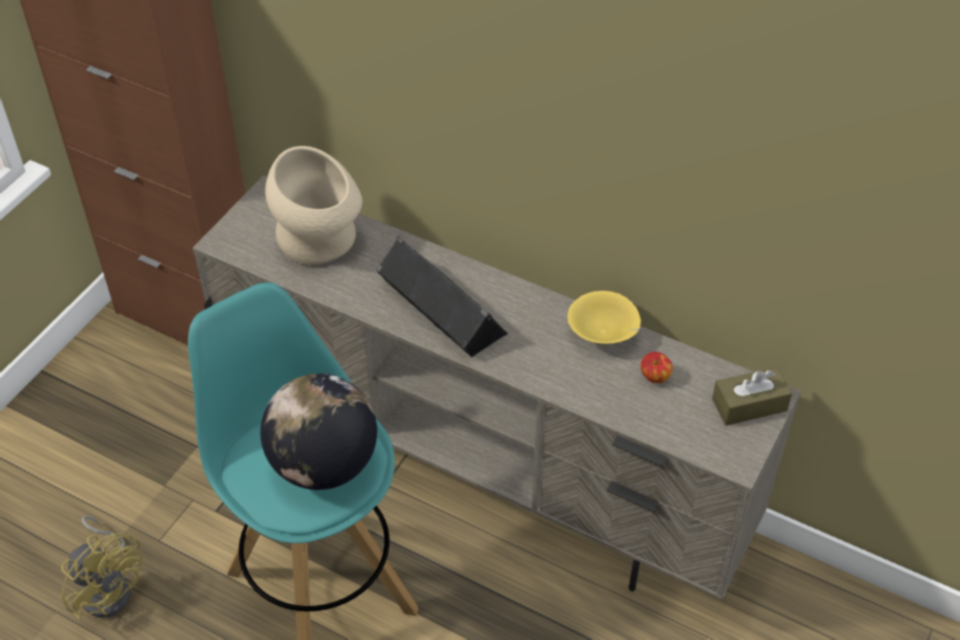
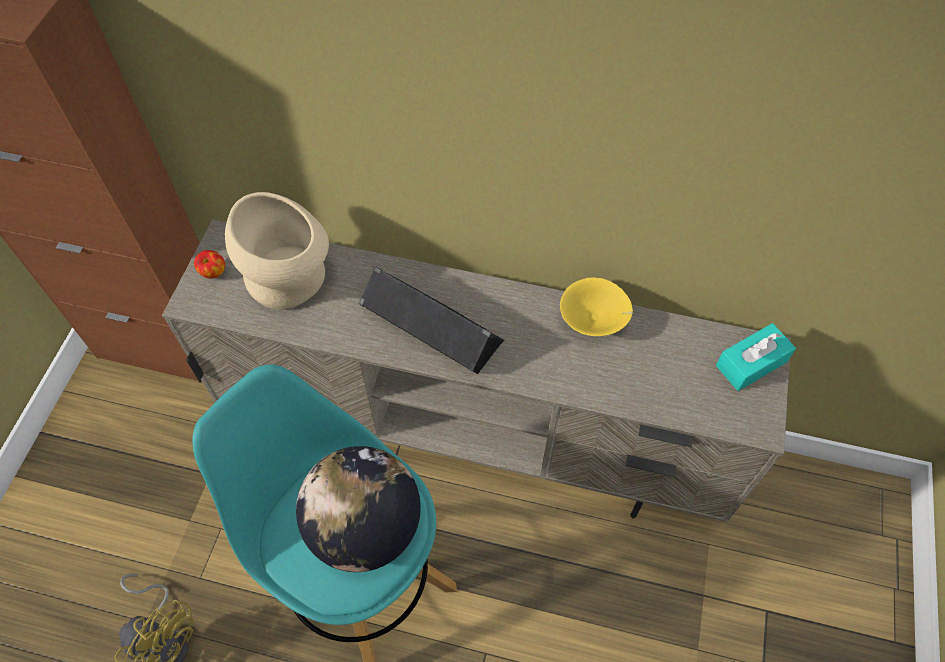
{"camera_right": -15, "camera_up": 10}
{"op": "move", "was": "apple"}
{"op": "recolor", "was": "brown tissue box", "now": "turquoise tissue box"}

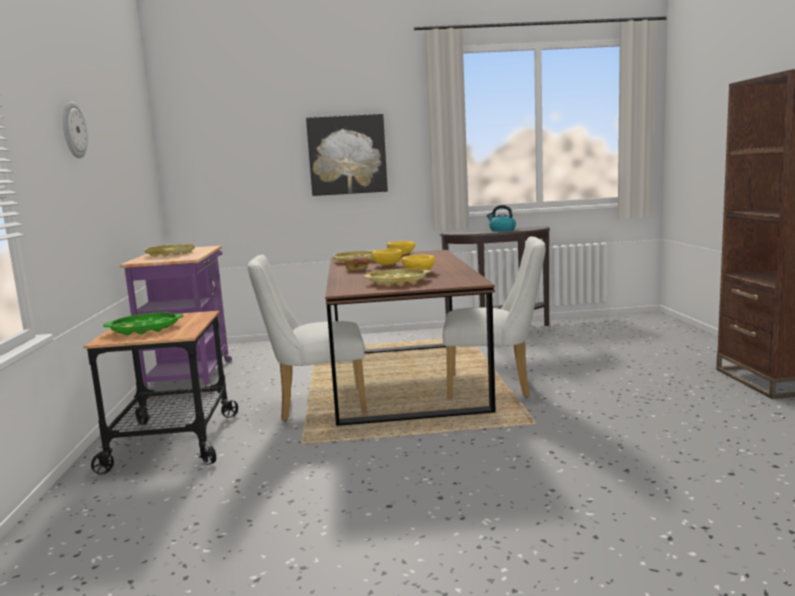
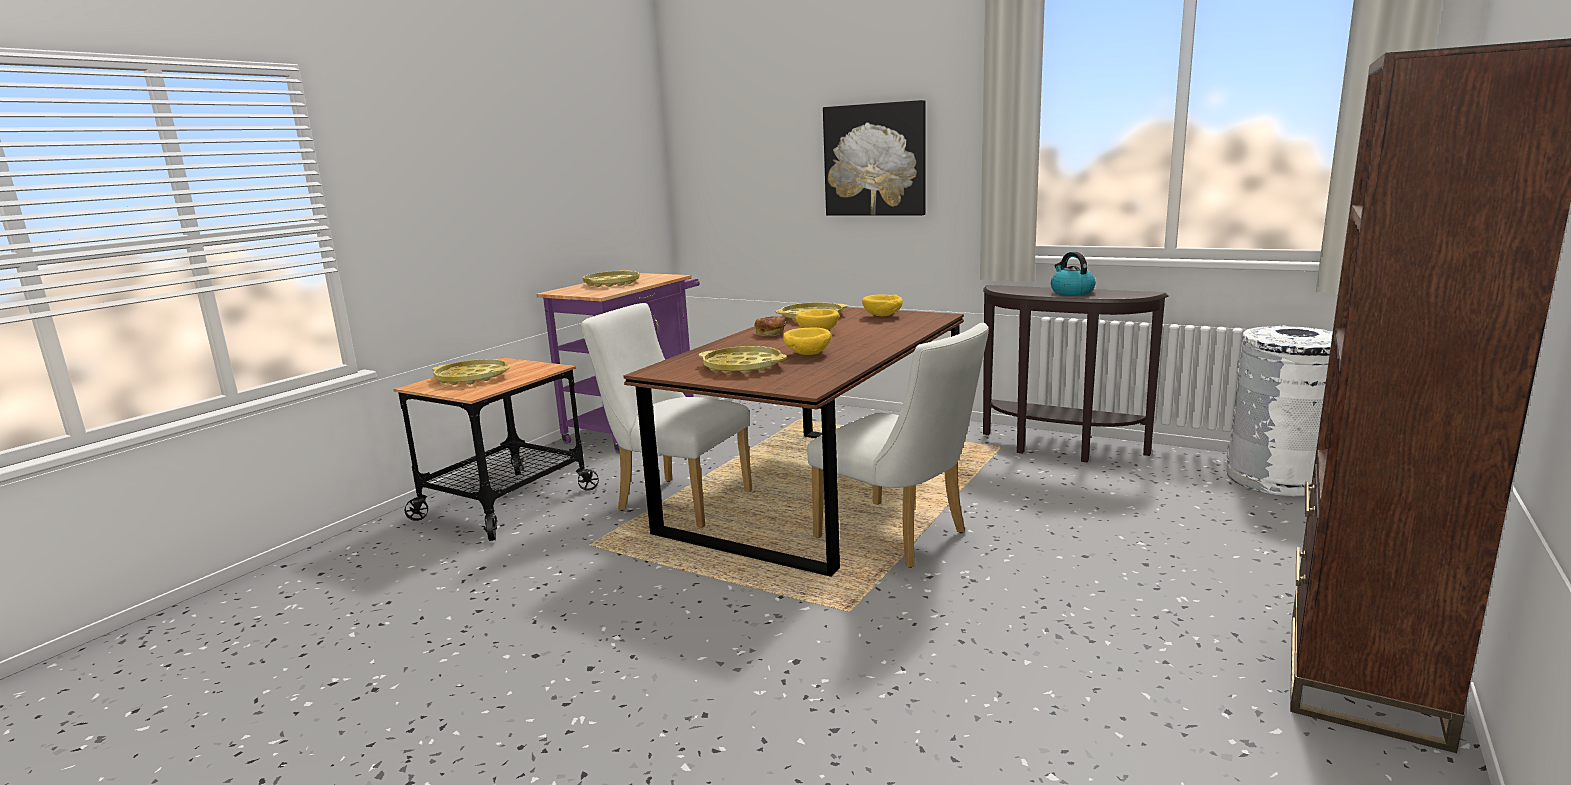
{"camera_right": 35, "camera_up": 5}
{"op": "delete", "was": "wall clock"}
{"op": "recolor", "was": "green tray", "now": "yellow tray (1st from left)"}
{"op": "insert", "now": "white trash can"}

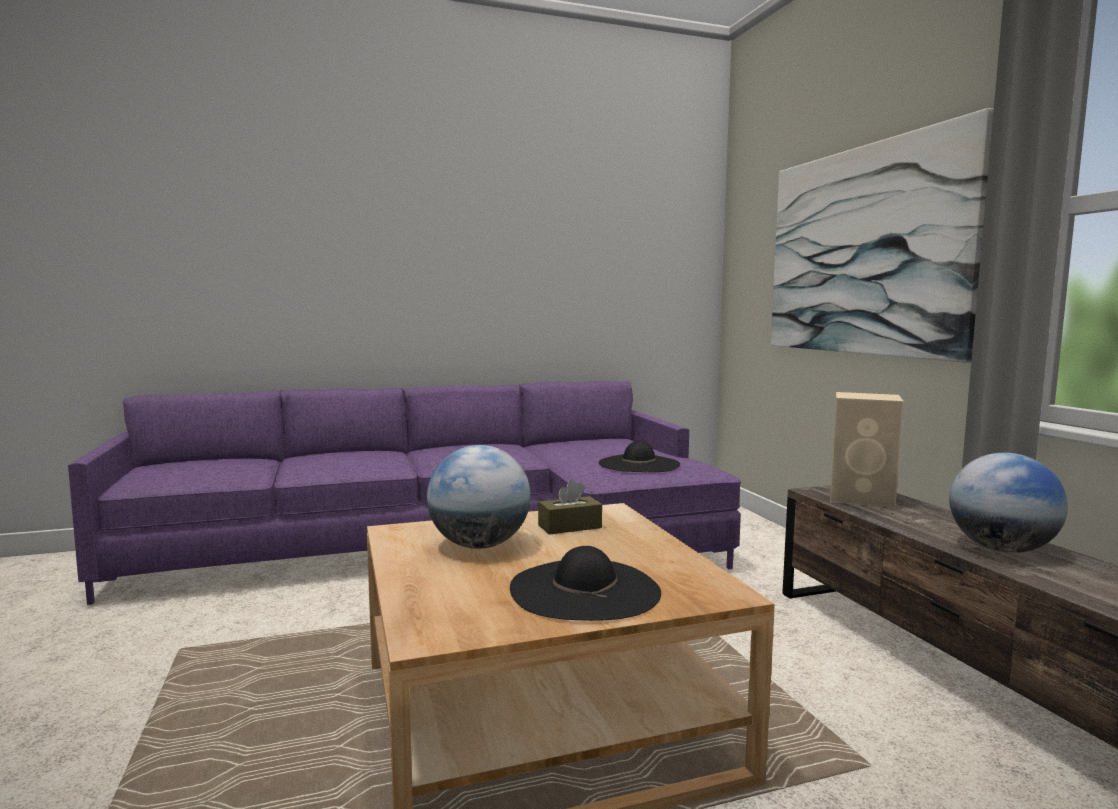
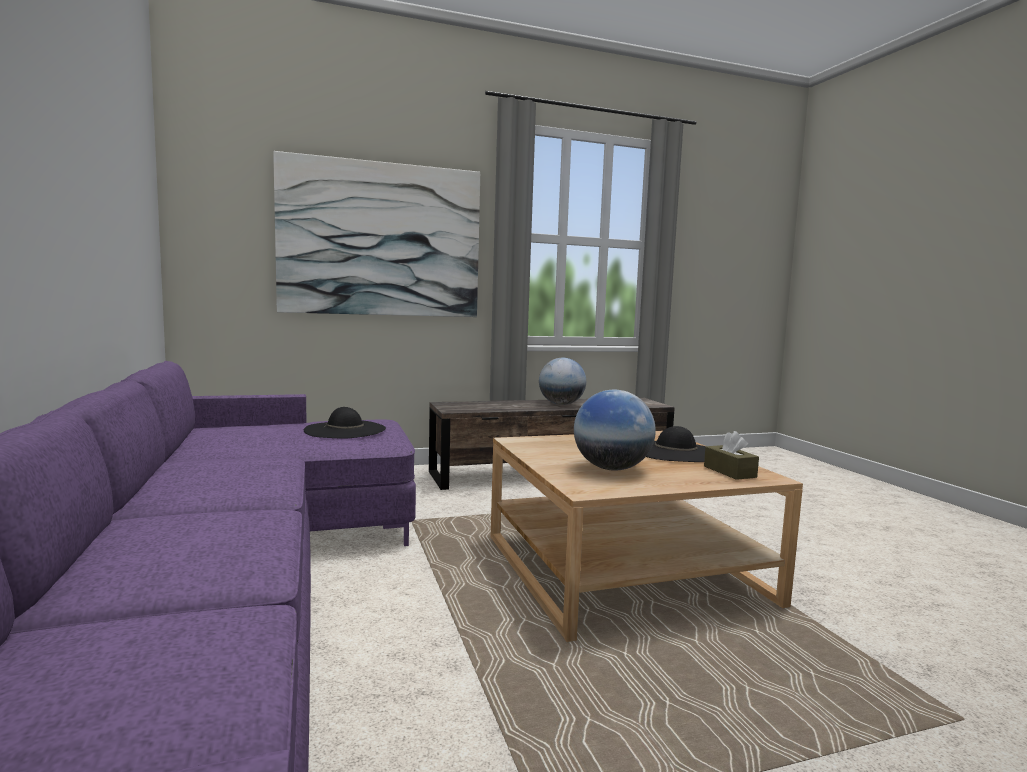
{"camera_right": -90, "camera_up": 0}
{"op": "move", "was": "brown tissue box"}
{"op": "delete", "was": "beige speaker"}

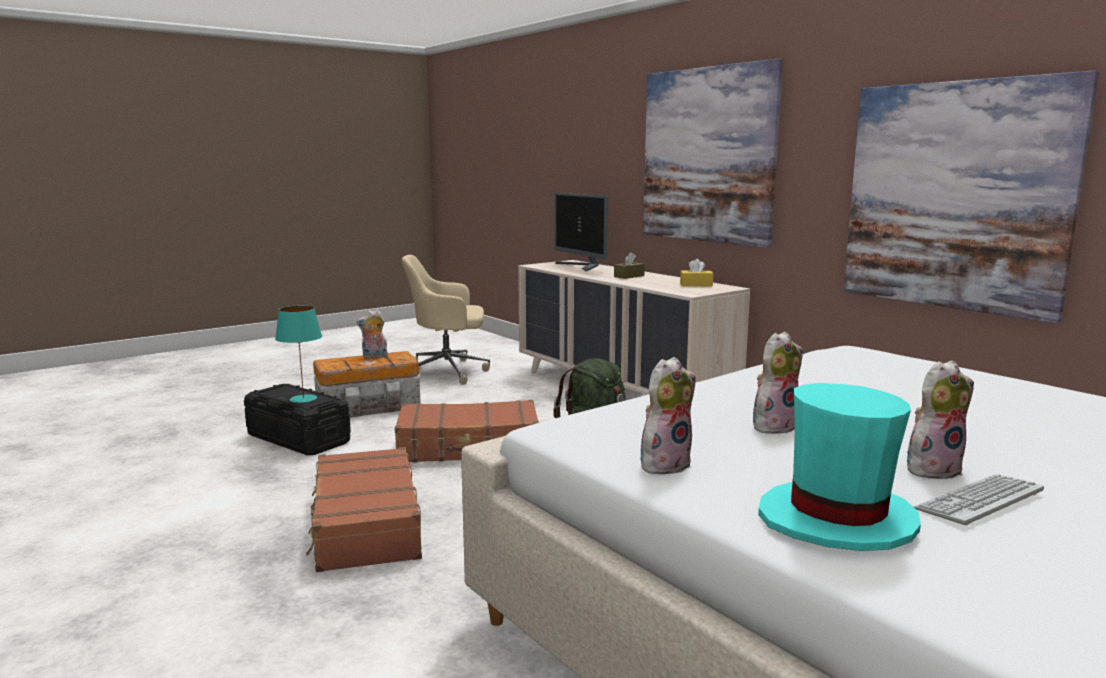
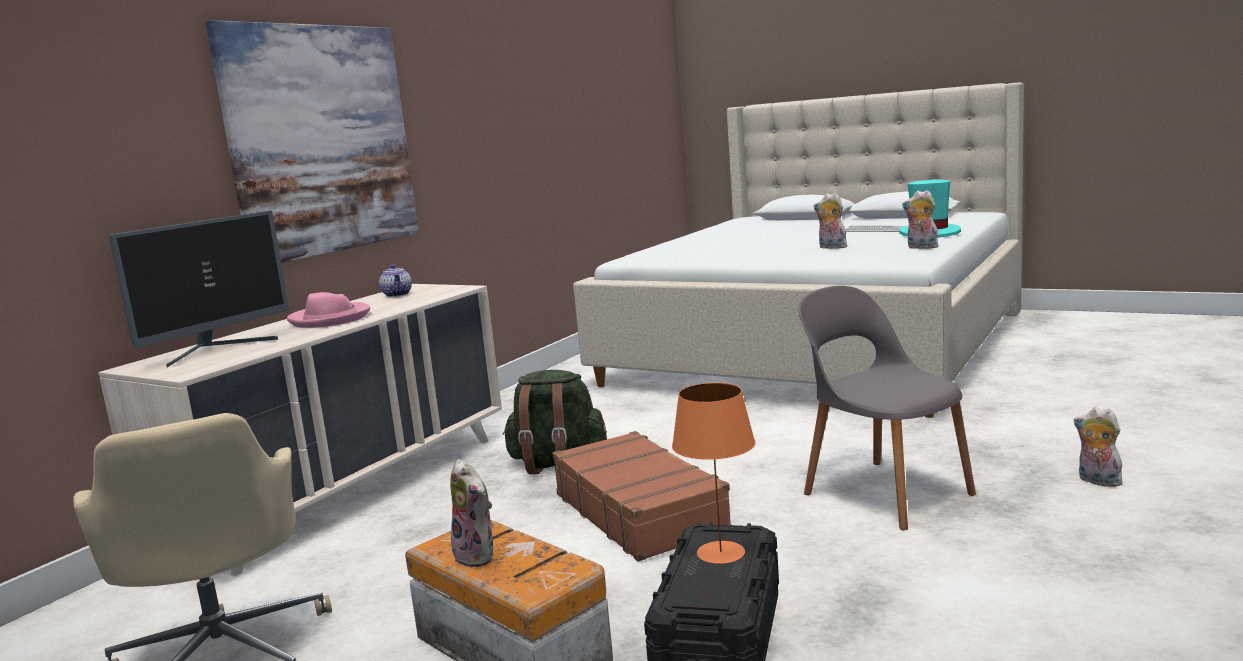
{"camera_right": -110, "camera_up": 0}
{"op": "recolor", "was": "turquoise table lamp", "now": "orange table lamp"}
{"op": "replace", "was": "brown suitcase (1st from left)", "now": "grey chair"}
{"op": "replace", "was": "brown tissue box", "now": "pink hat"}
{"op": "replace", "was": "yellow tissue box", "now": "teapot"}
{"op": "delete", "was": "picture (2nd from left)"}
{"op": "move", "was": "plush toy (4th from left)"}

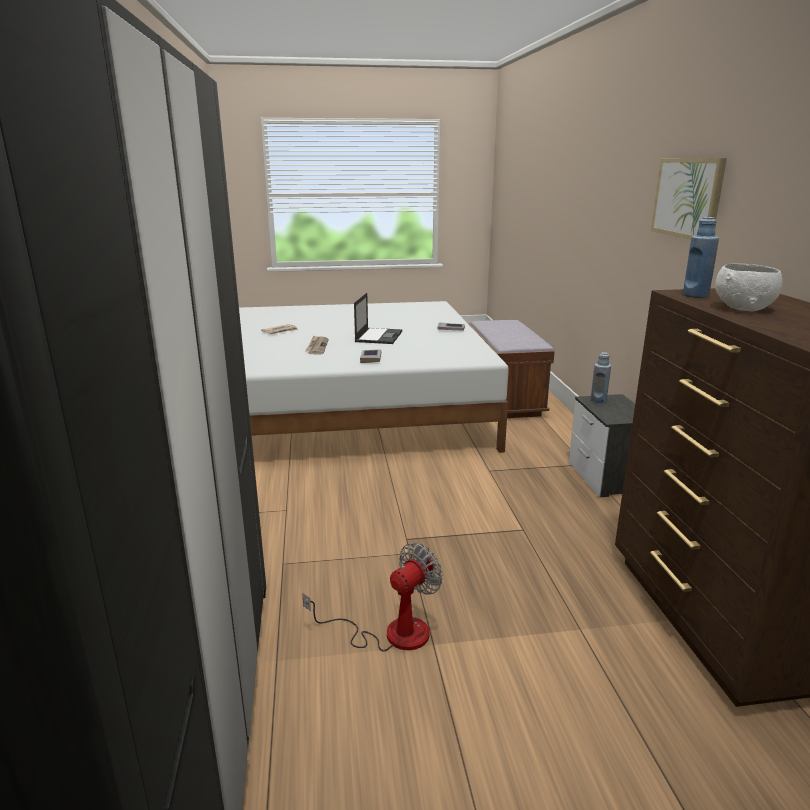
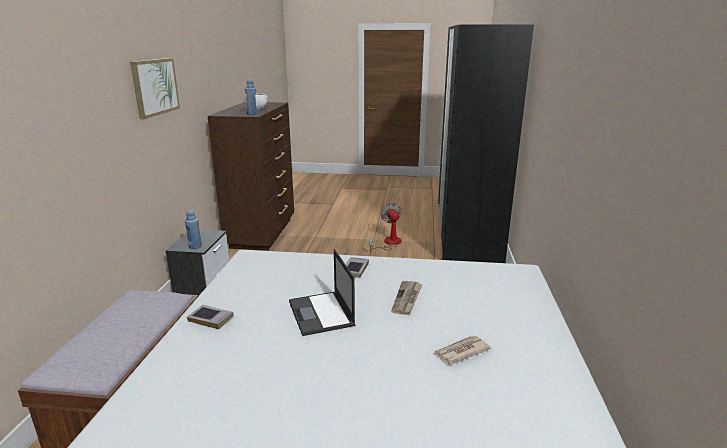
{"camera_right": -165, "camera_up": 0}
{"op": "rotate", "was": "fan", "clockwise": 105}
{"op": "rotate", "was": "laptop", "clockwise": -45}

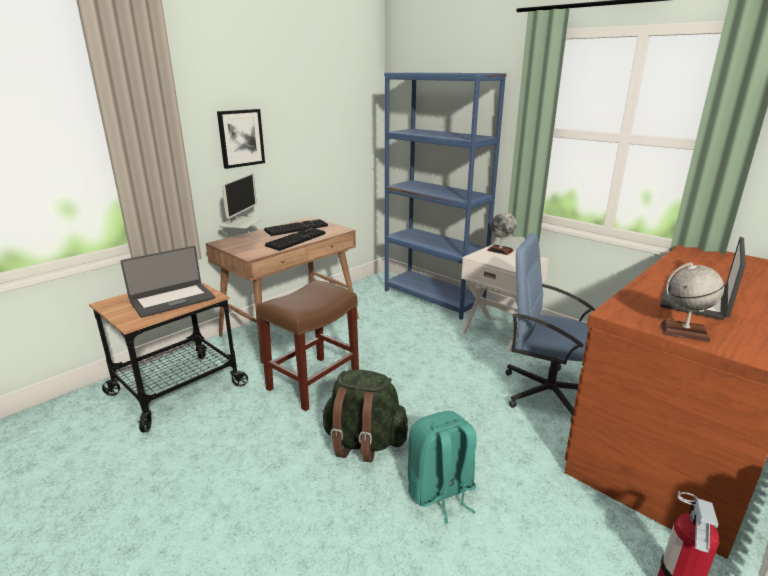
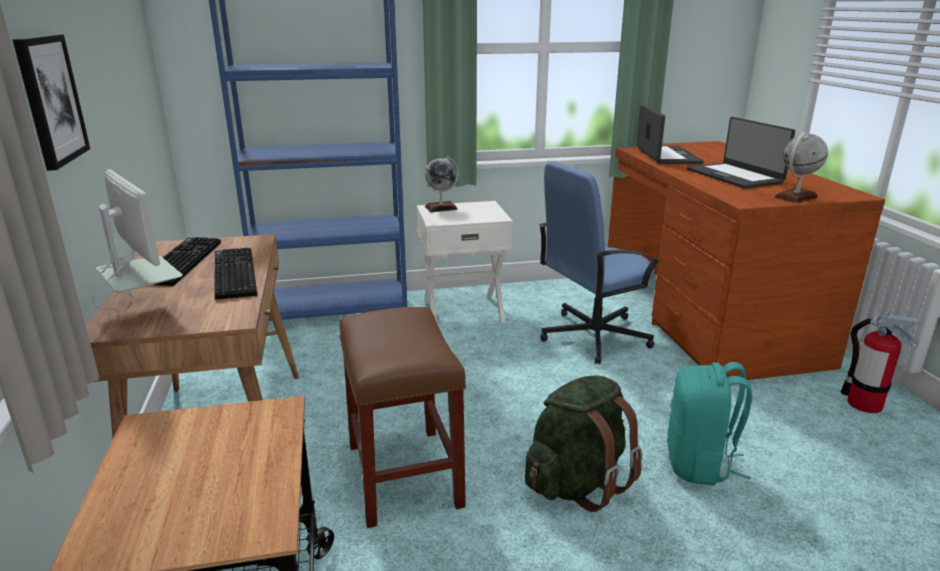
{"camera_right": -55, "camera_up": 0}
{"op": "move", "was": "laptop (1st from left)"}

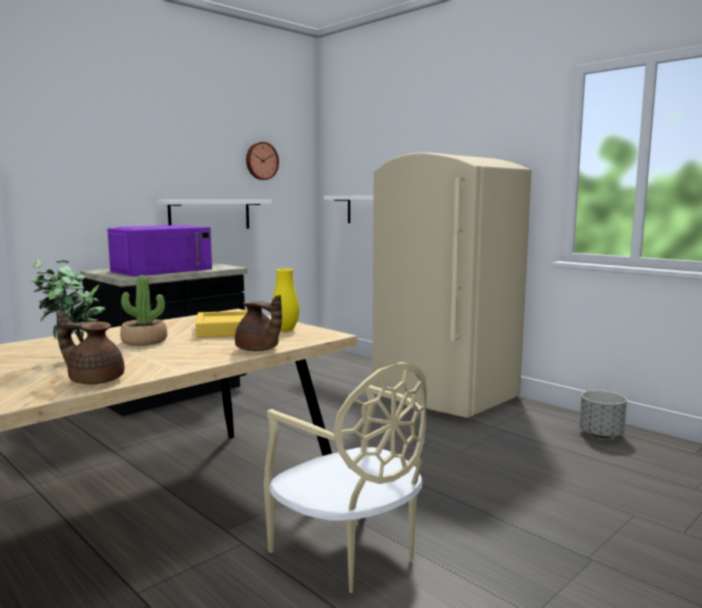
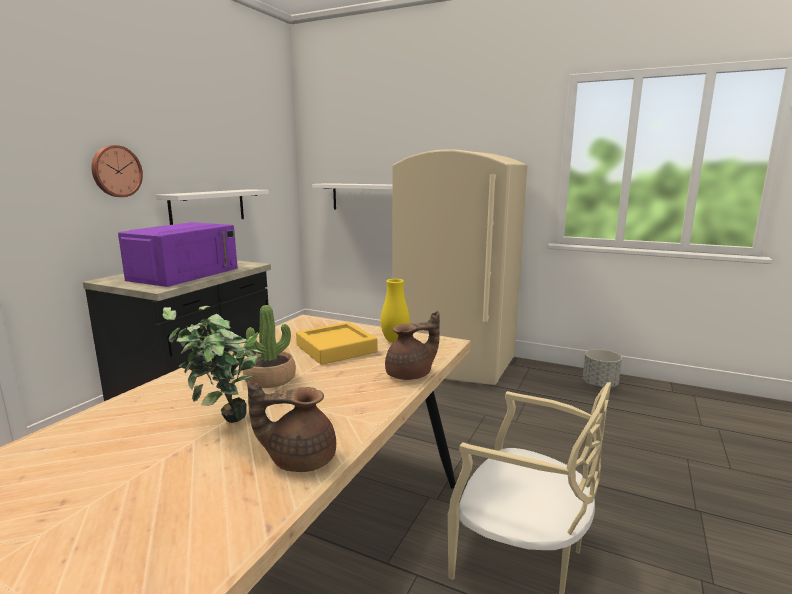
{"camera_right": -20, "camera_up": 5}
{"op": "rotate", "was": "brown teapot (2nd from left)", "clockwise": -45}
{"op": "move", "was": "wall clock"}

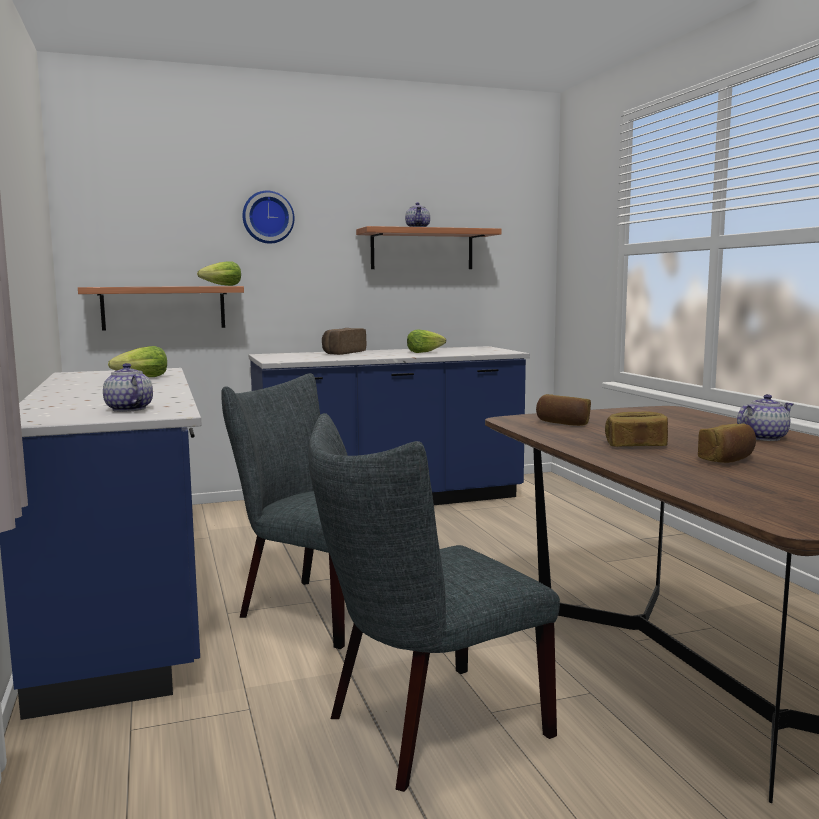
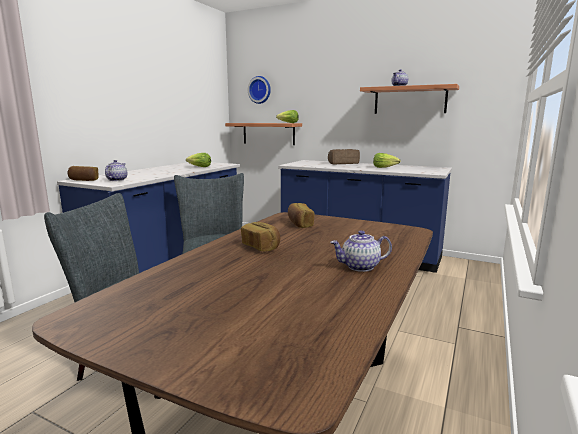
{"camera_right": 45, "camera_up": 5}
{"op": "move", "was": "wall clock"}
{"op": "move", "was": "bread (4th from left in the first image)", "now": "bread (1st from left)"}
{"op": "rotate", "was": "teapot (3rd from left in the first image)", "clockwise": 150}

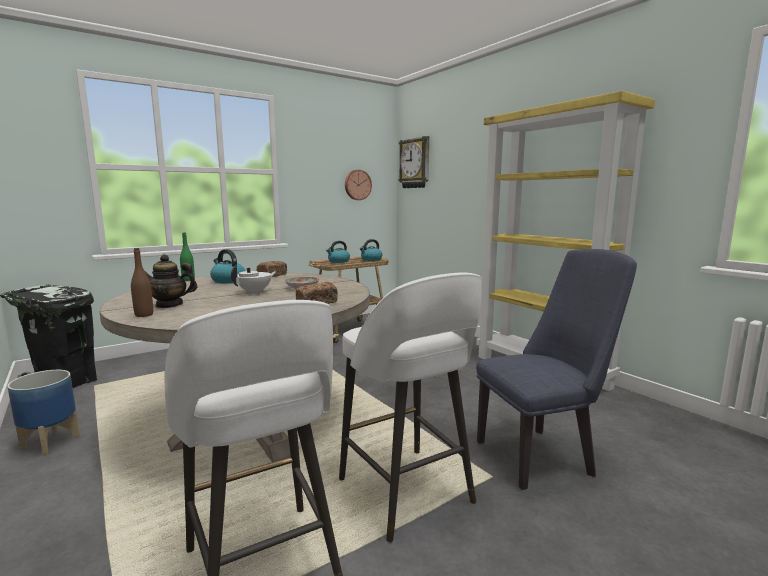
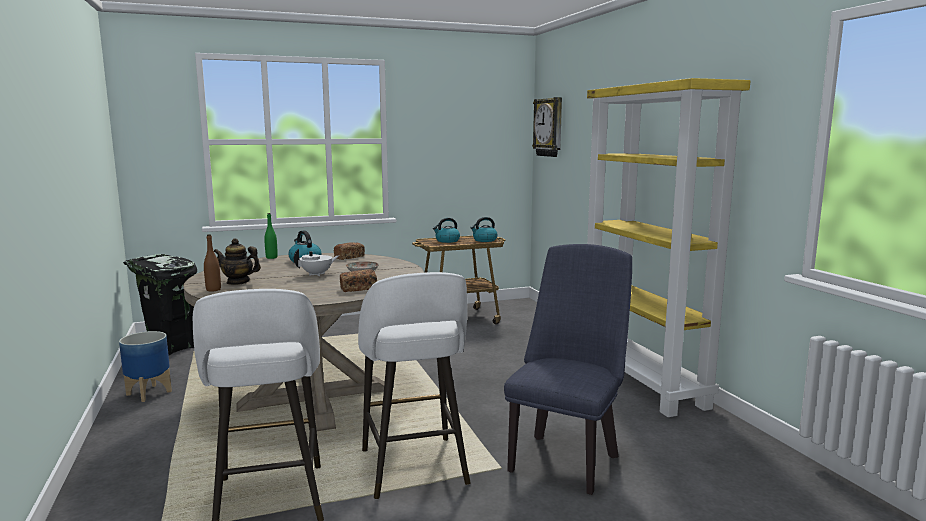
{"camera_right": 15, "camera_up": 0}
{"op": "delete", "was": "wall clock (1st from left)"}
{"op": "rotate", "was": "blue chair", "clockwise": -60}

